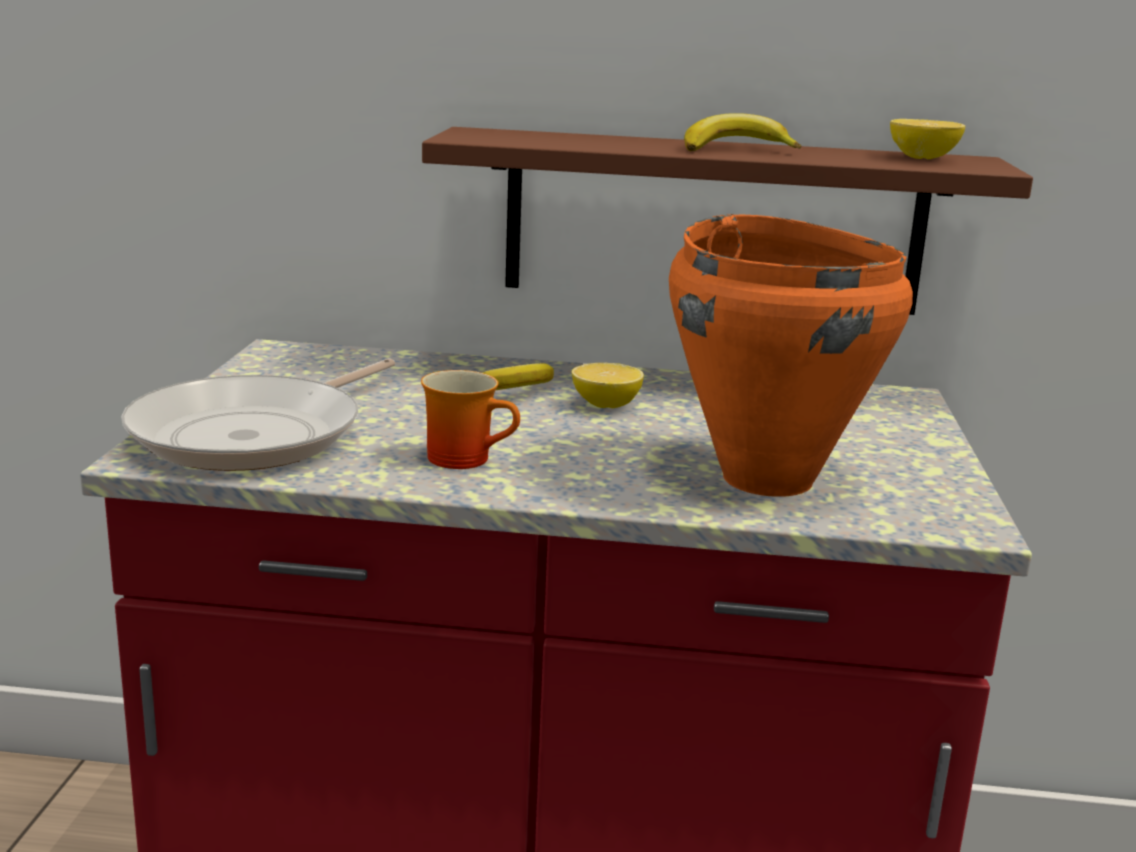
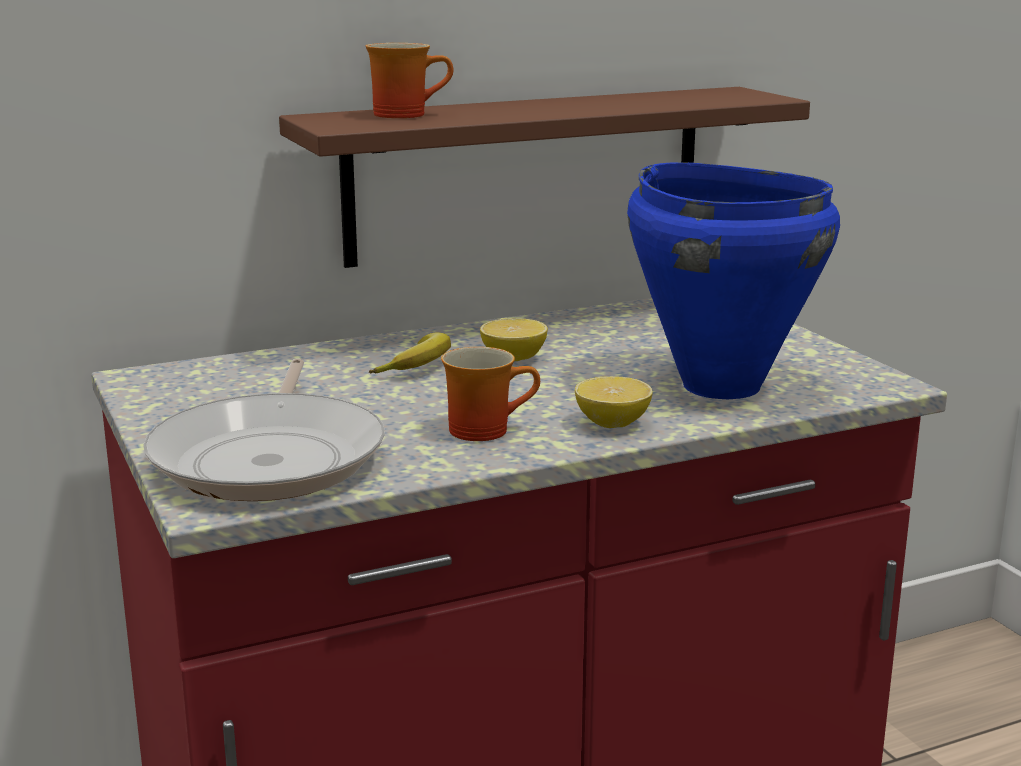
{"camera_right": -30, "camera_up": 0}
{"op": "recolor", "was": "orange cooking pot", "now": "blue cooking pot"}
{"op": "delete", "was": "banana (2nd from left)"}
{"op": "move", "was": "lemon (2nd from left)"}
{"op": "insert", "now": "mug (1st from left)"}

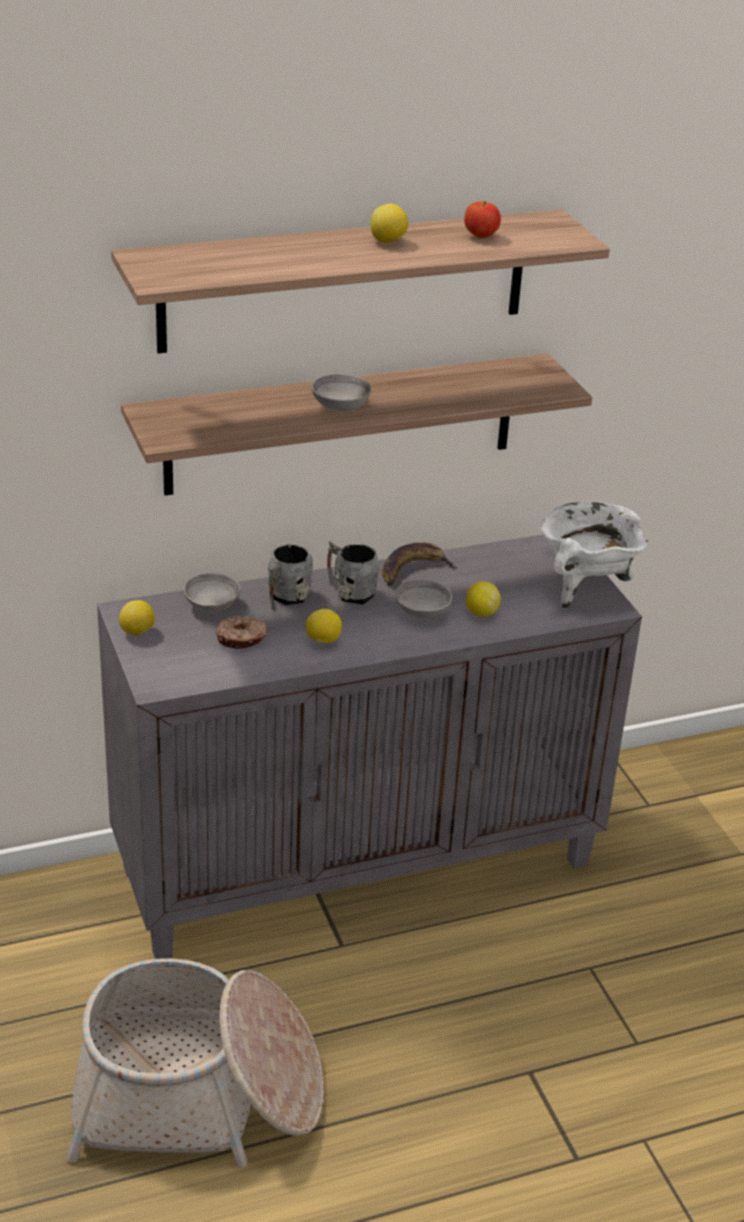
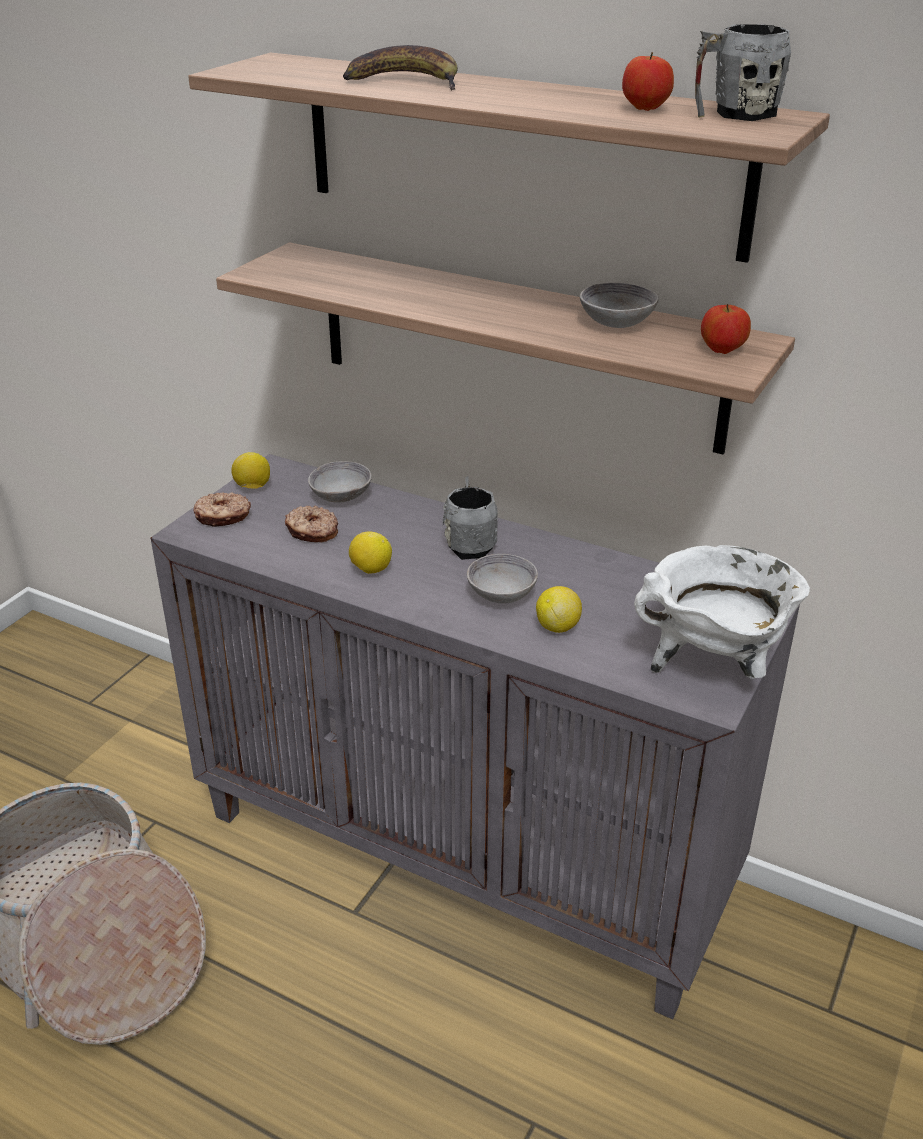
{"camera_right": 50, "camera_up": 0}
{"op": "move", "was": "grey mug (1st from left in the first image)", "now": "grey mug (2nd from left)"}
{"op": "move", "was": "grey bowl (2nd from left in the first image)", "now": "grey bowl (3rd from left)"}
{"op": "delete", "was": "lemon (3rd from left)"}
{"op": "move", "was": "banana"}
{"op": "insert", "now": "donut (1st from left)"}
{"op": "insert", "now": "apple (2nd from left)"}

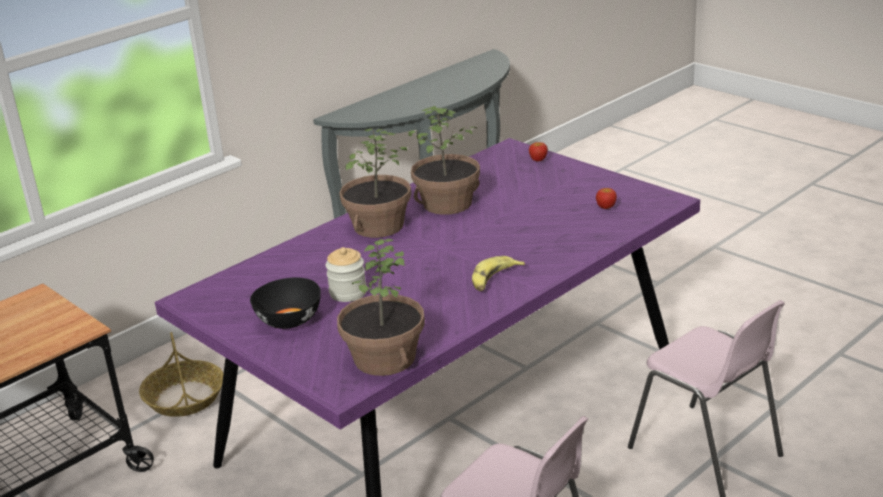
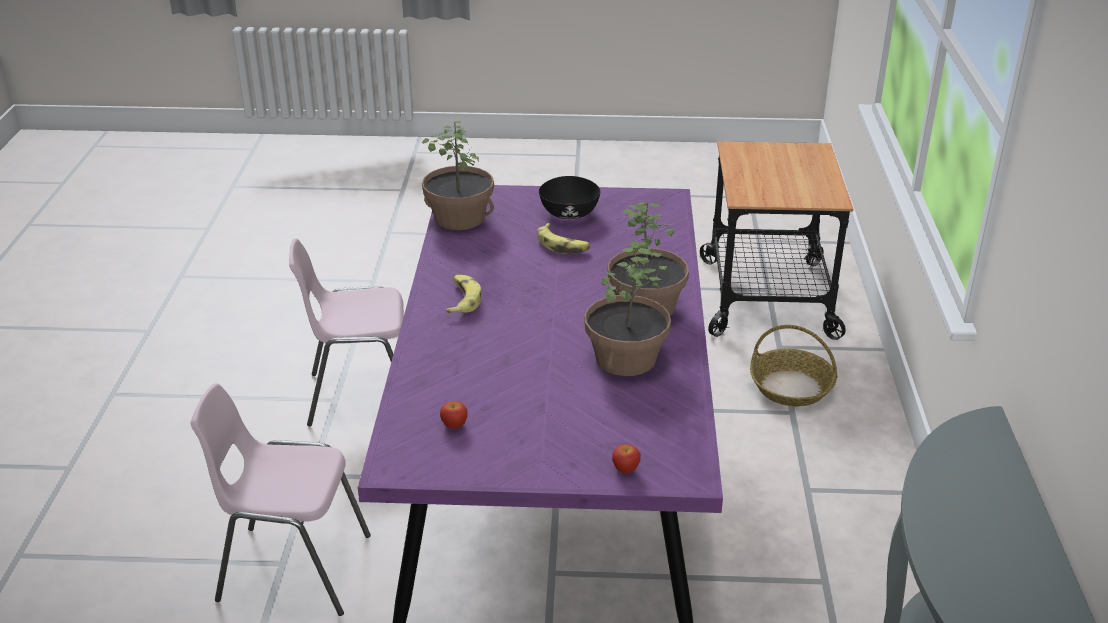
{"camera_right": 135, "camera_up": 5}
{"op": "replace", "was": "jar", "now": "banana (2nd from left)"}

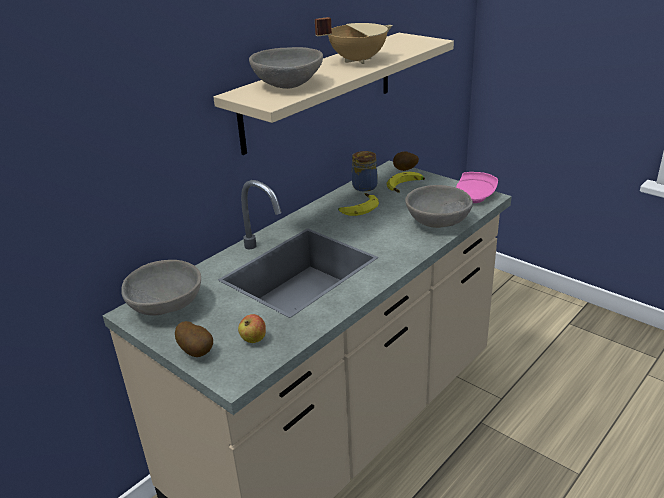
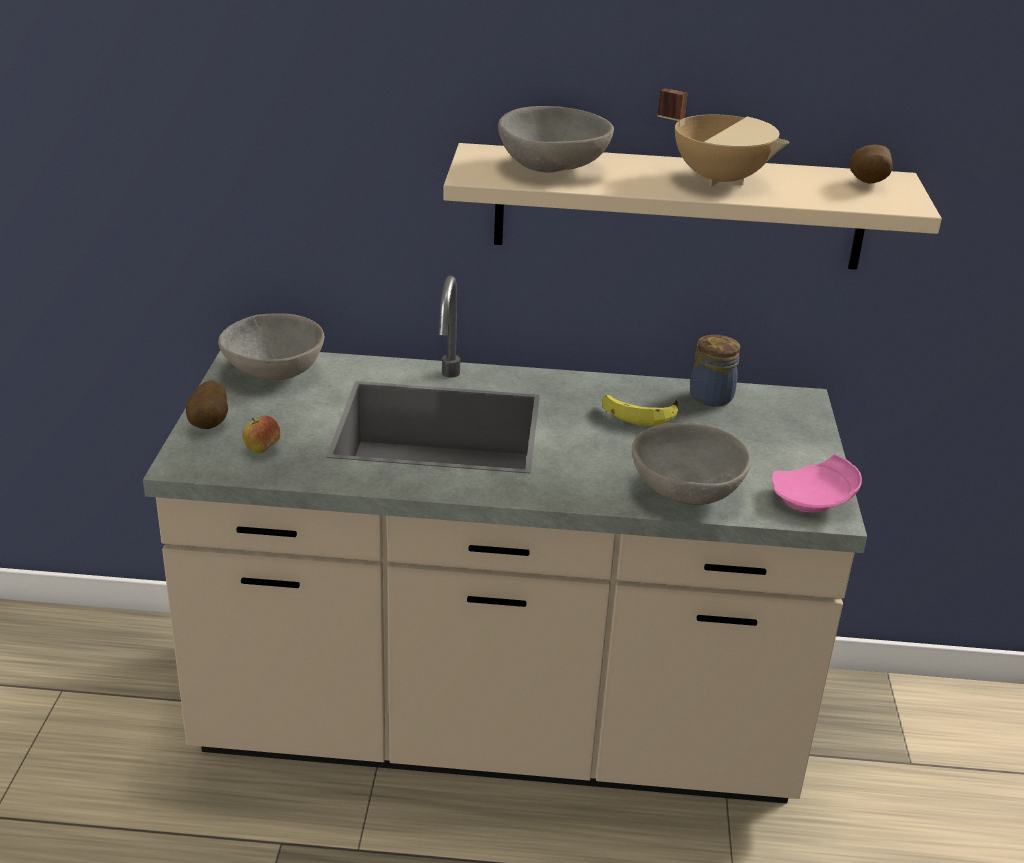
{"camera_right": 50, "camera_up": 0}
{"op": "delete", "was": "banana (2nd from left)"}
{"op": "move", "was": "potato (2nd from left)"}

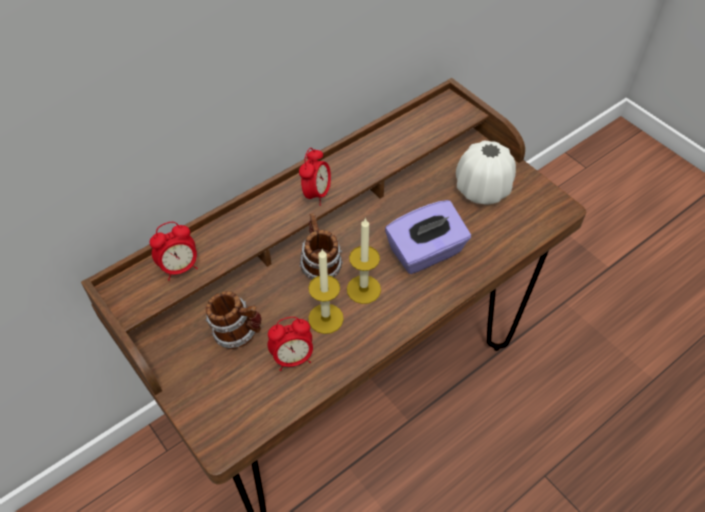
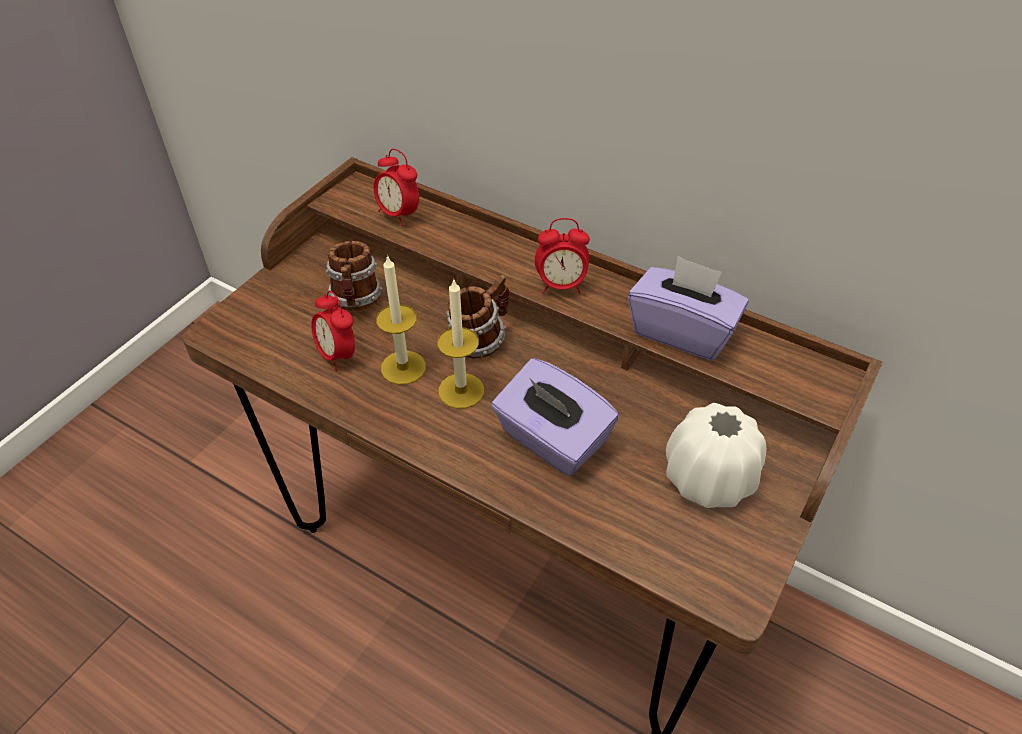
{"camera_right": 70, "camera_up": -5}
{"op": "insert", "now": "purple tissue box (2nd from left)"}

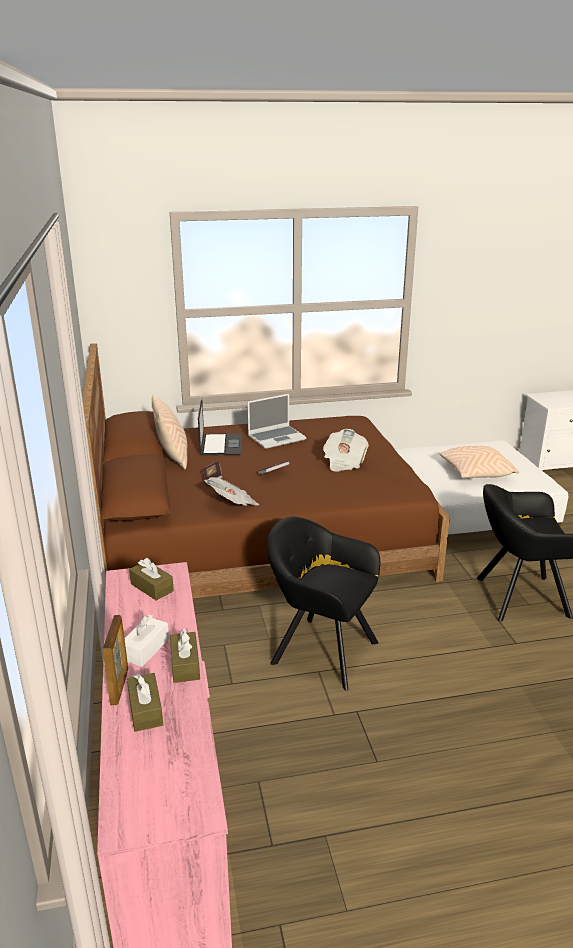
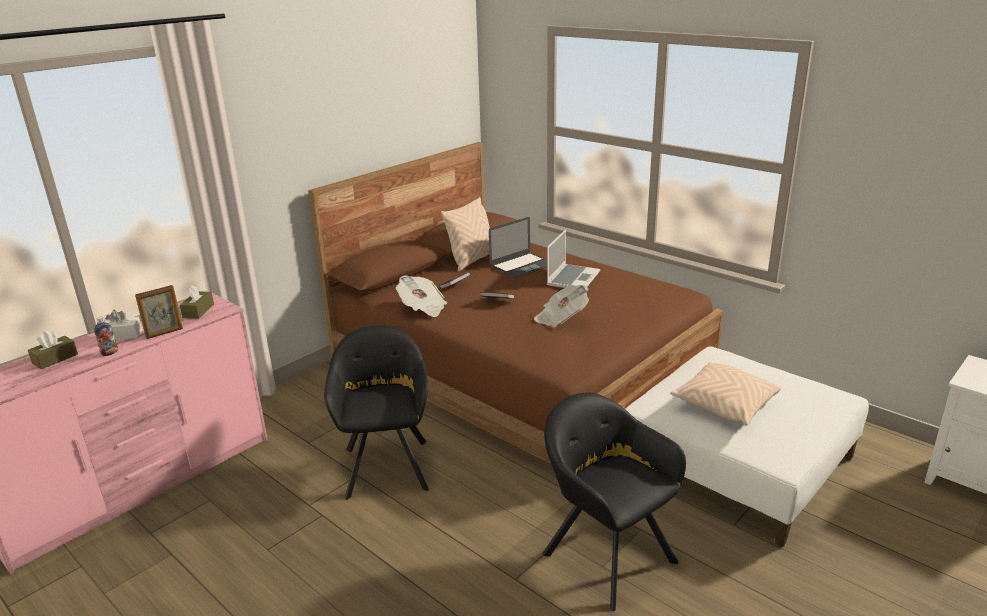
{"camera_right": 55, "camera_up": 0}
{"op": "move", "was": "picture frame"}
{"op": "replace", "was": "brown tissue box (3rd from left)", "now": "bottle"}
{"op": "rotate", "was": "laptop (2nd from left)", "clockwise": -90}

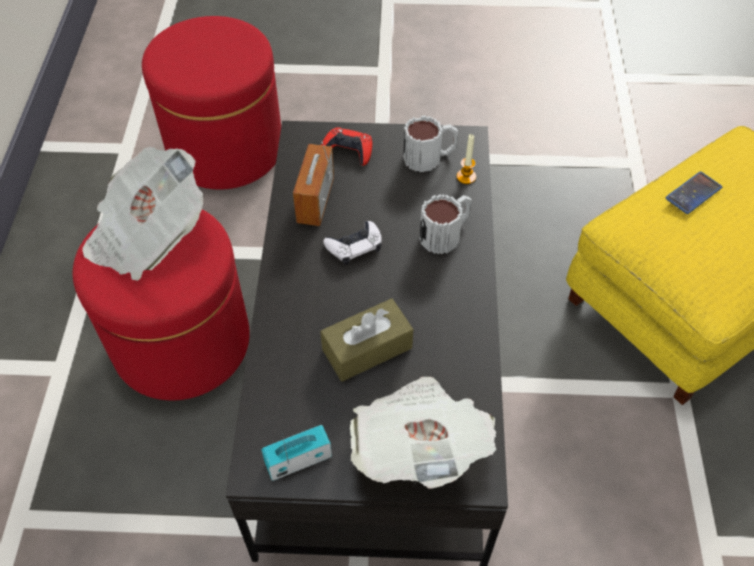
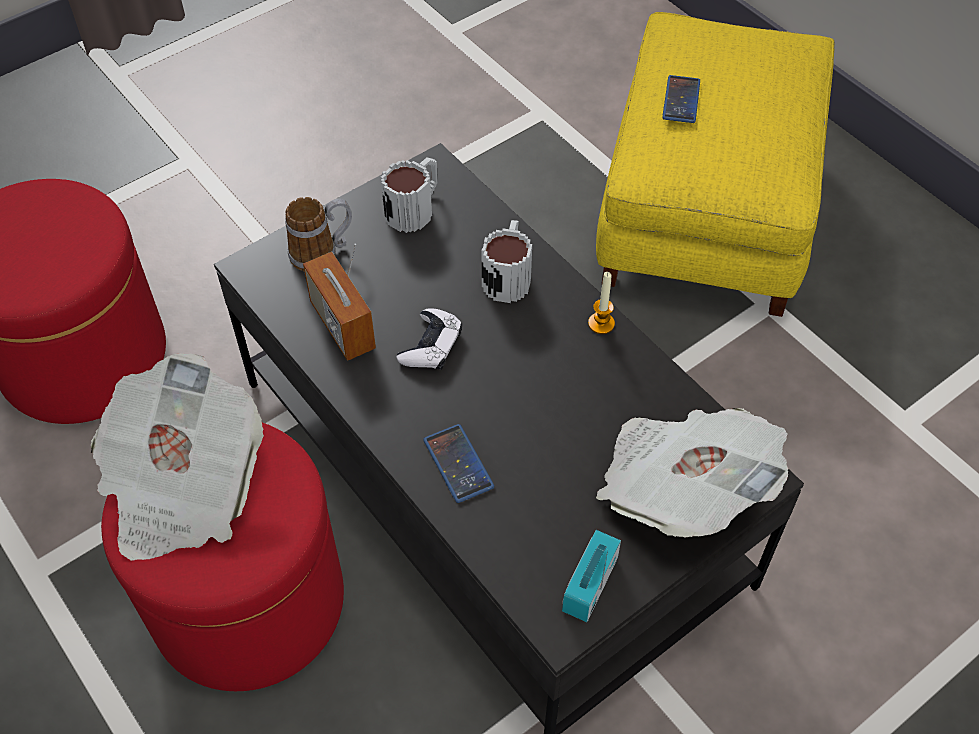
{"camera_right": -40, "camera_up": 0}
{"op": "delete", "was": "brown tissue box"}
{"op": "replace", "was": "red game controller", "now": "mug (1st from left)"}
{"op": "move", "was": "candle"}
{"op": "insert", "now": "phone (1st from left)"}

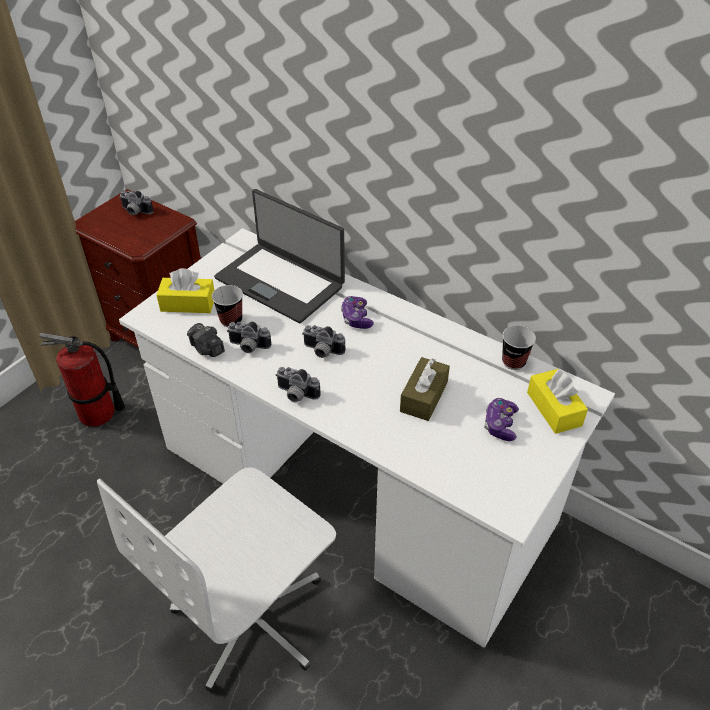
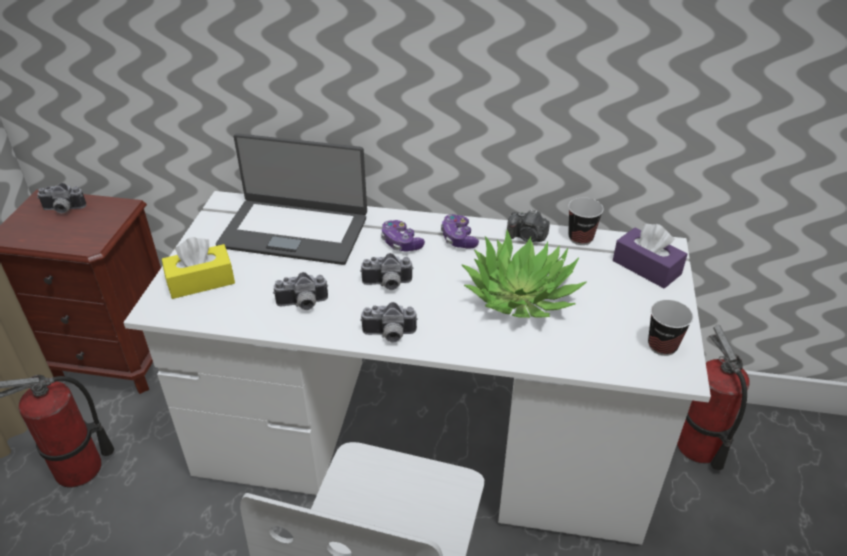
{"camera_right": -25, "camera_up": -5}
{"op": "move", "was": "photo camera (2nd from left in the first image)", "now": "photo camera (5th from left)"}
{"op": "move", "was": "cup (1st from left in the first image)", "now": "cup (2nd from left)"}
{"op": "replace", "was": "brown tissue box", "now": "potted plant"}
{"op": "move", "was": "game controller (2nd from left)"}
{"op": "recolor", "was": "yellow tissue box (2nd from left)", "now": "purple tissue box"}
{"op": "insert", "now": "fire extinguisher (2nd from left)"}

